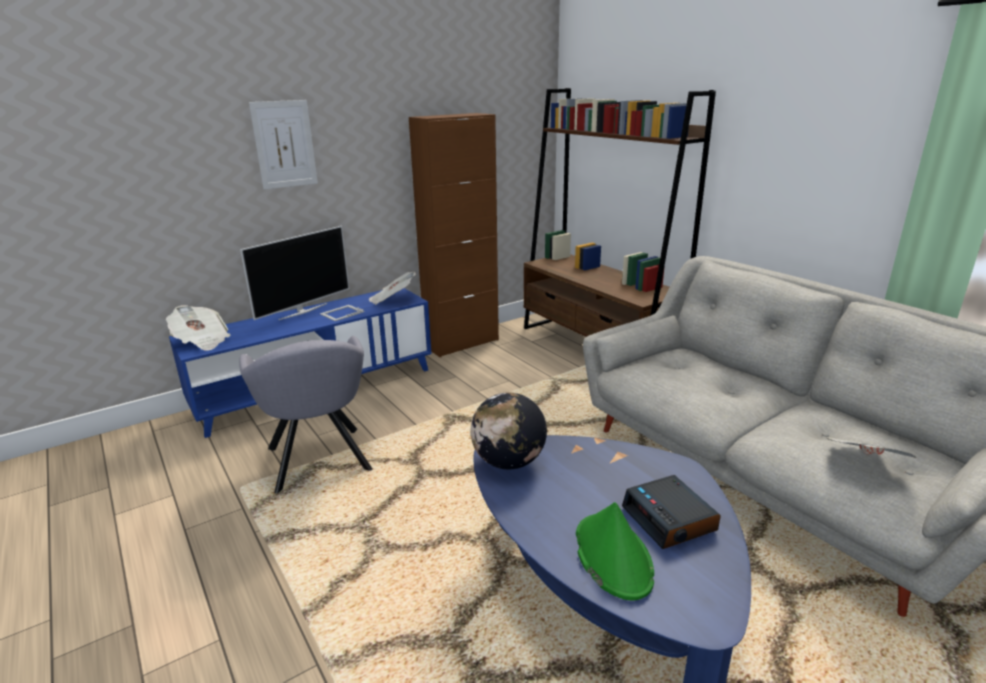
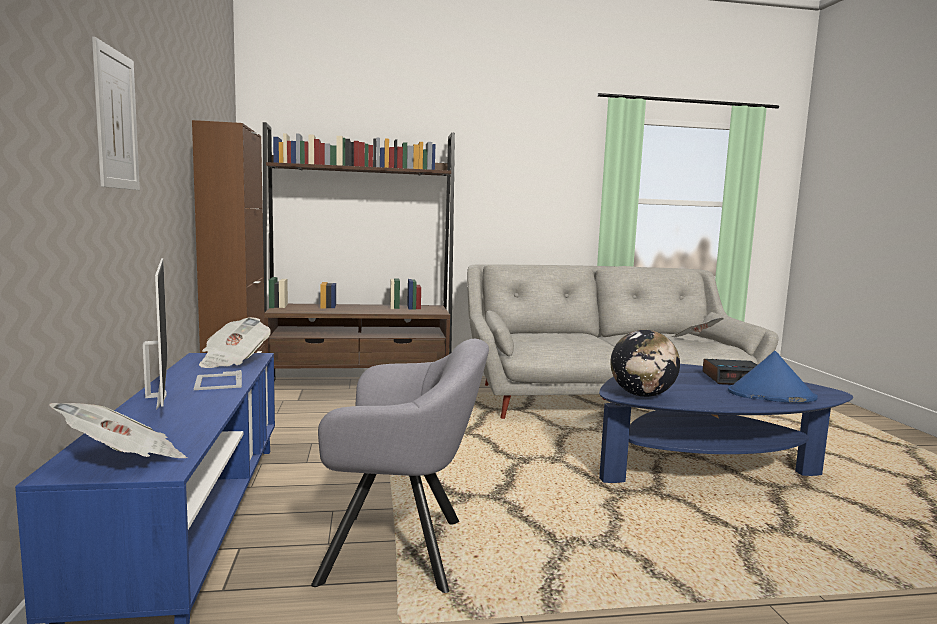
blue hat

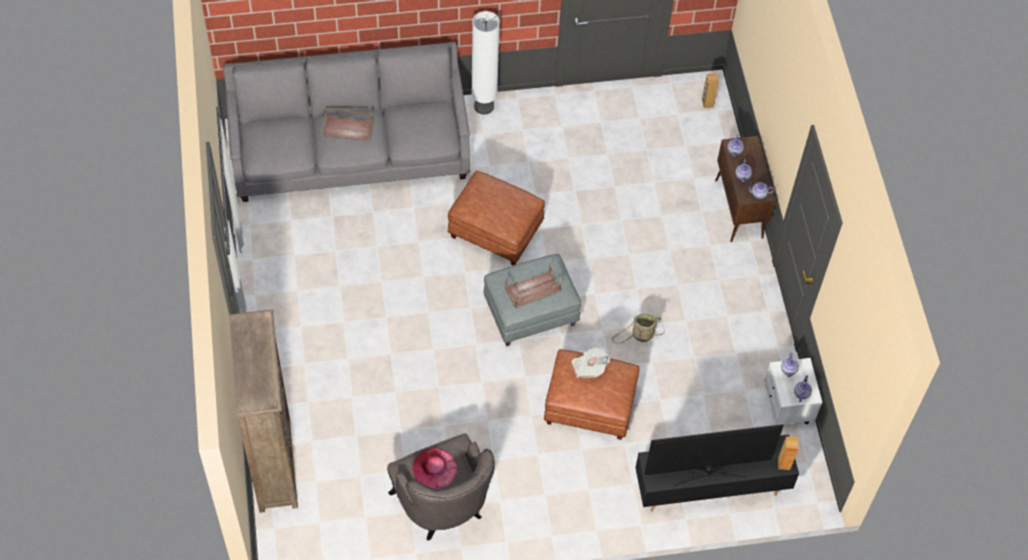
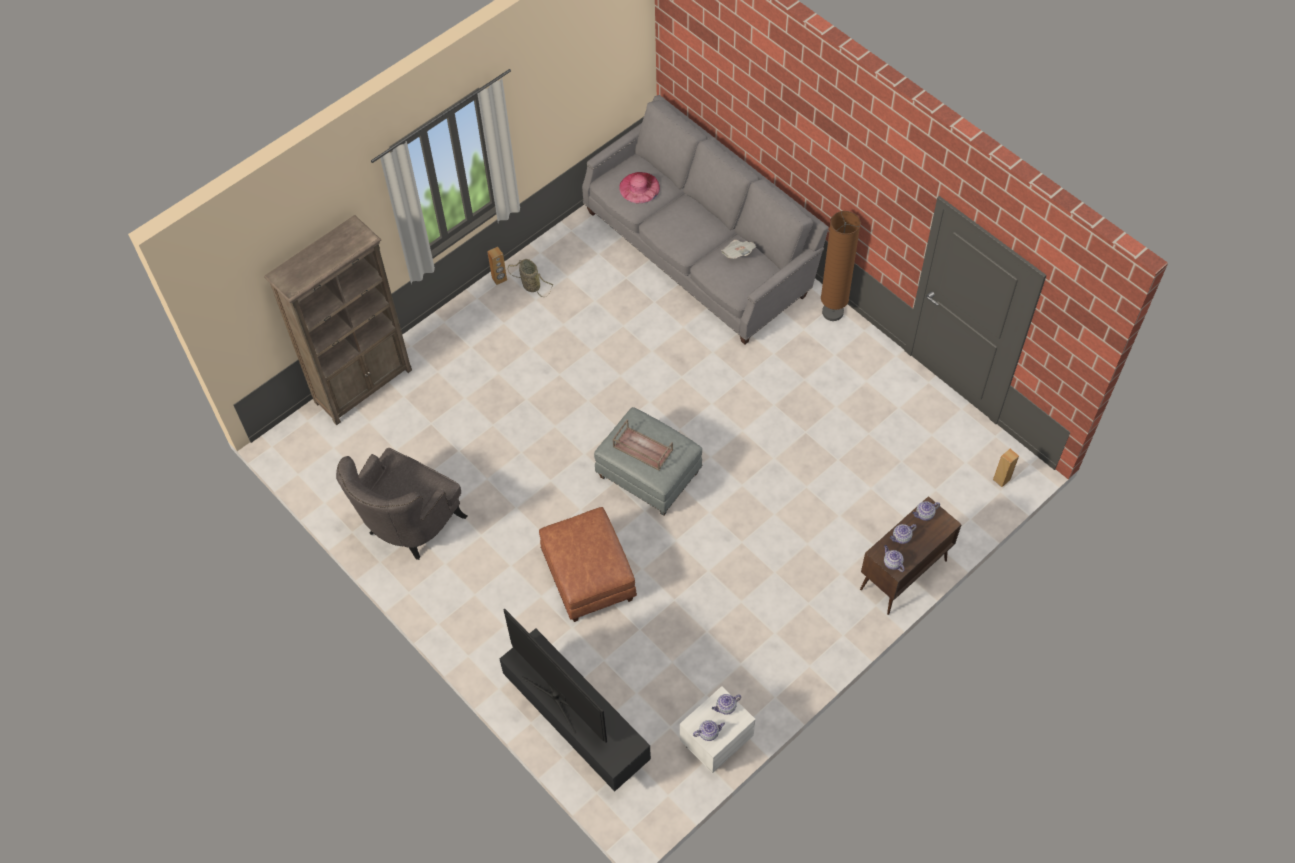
brown speaker (no. 1 from left)
basket
pink hat
newspaper
brown floor lamp
brown tray (no. 1 from left in the first image)
brown ottoman (no. 1 from left in the first image)

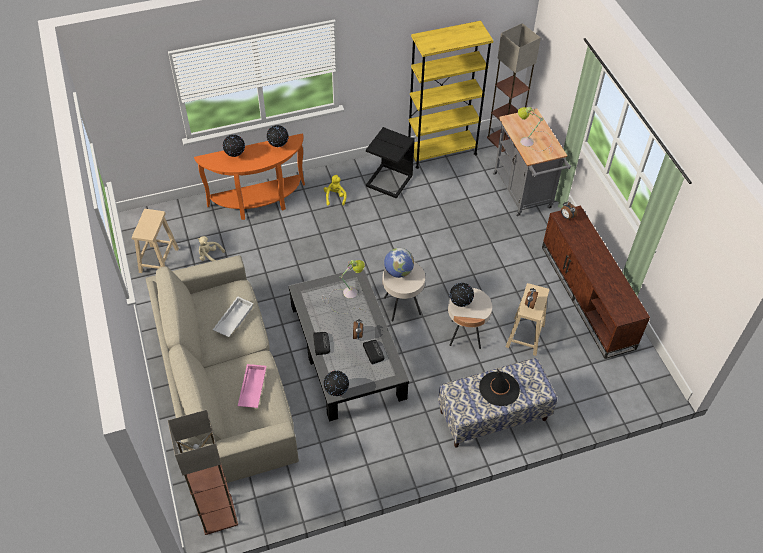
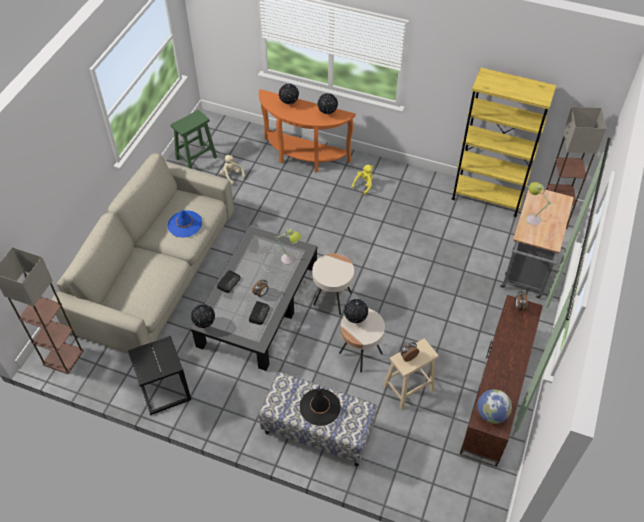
black side table
blue hat
green stool
globe (no. 5 from left)
pink tray

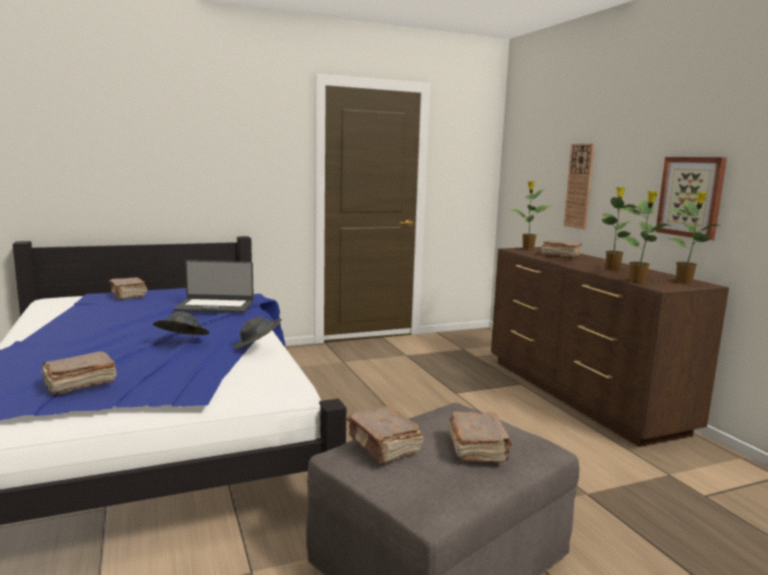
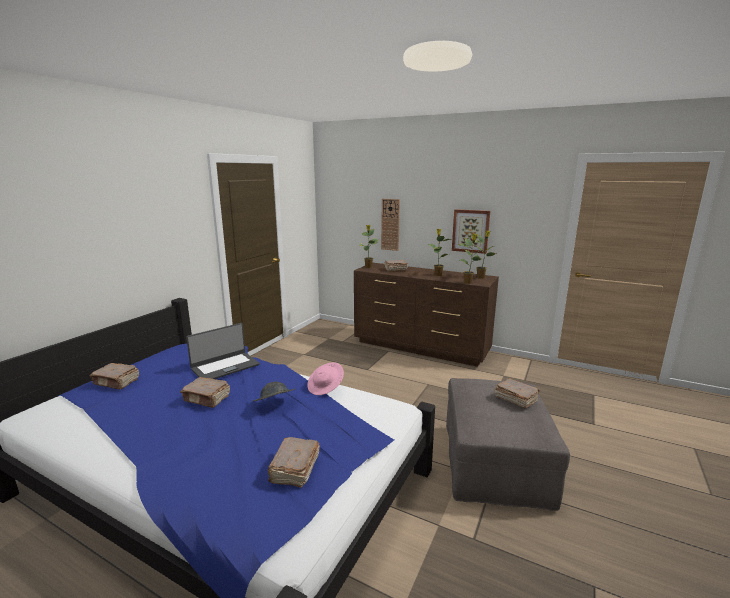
brown book (no. 2 from left)
pink hat

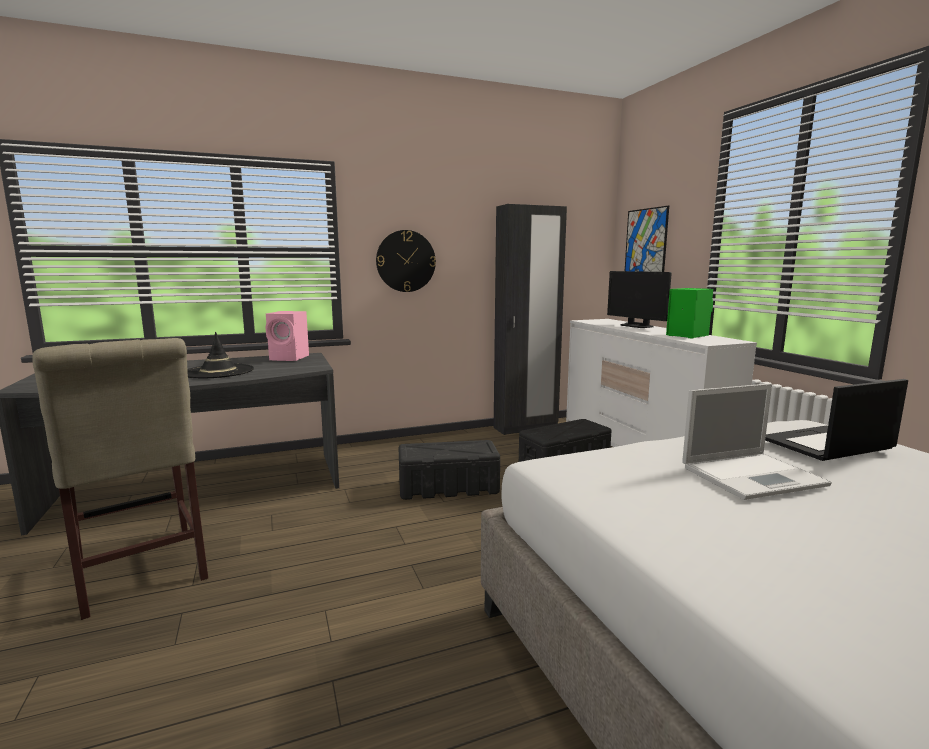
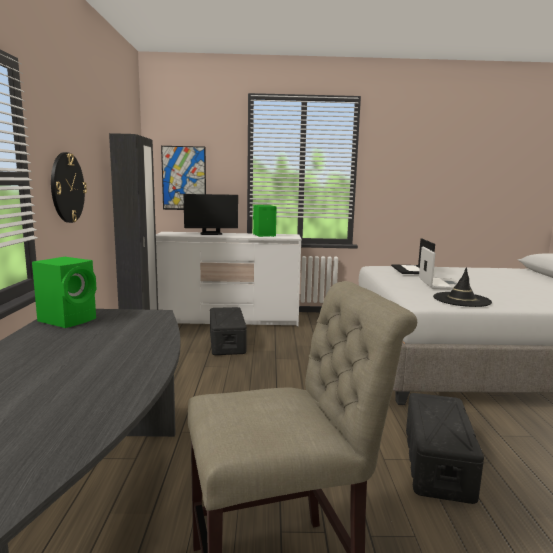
green speaker (no. 1 from left)
black storage box (no. 2 from left)
black hat

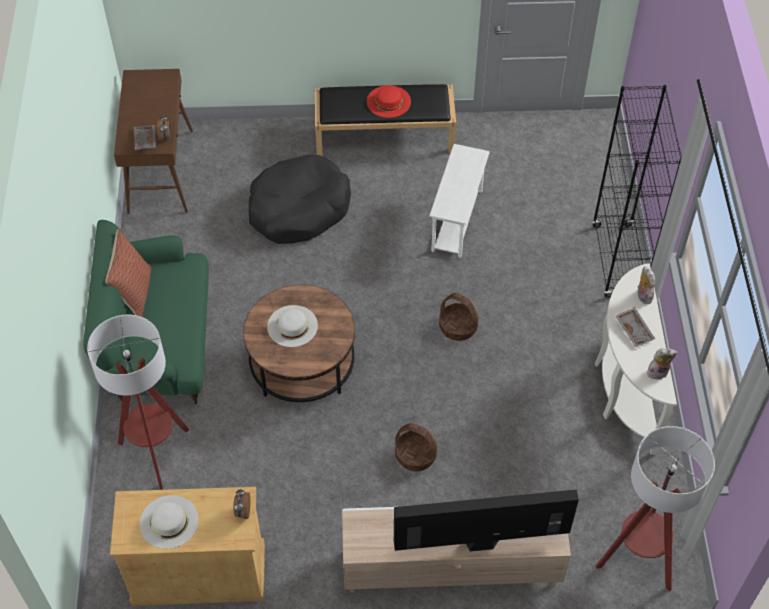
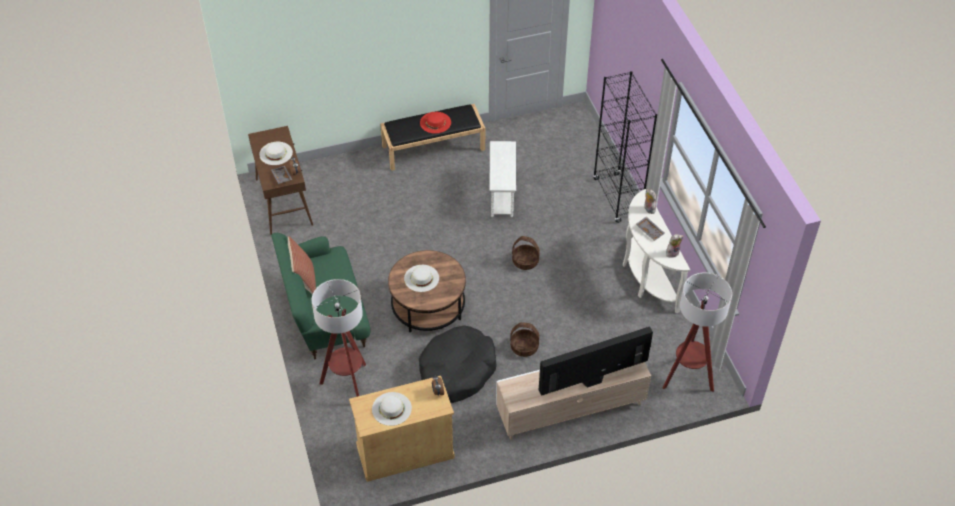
white hat (no. 1 from left)
black dog bed

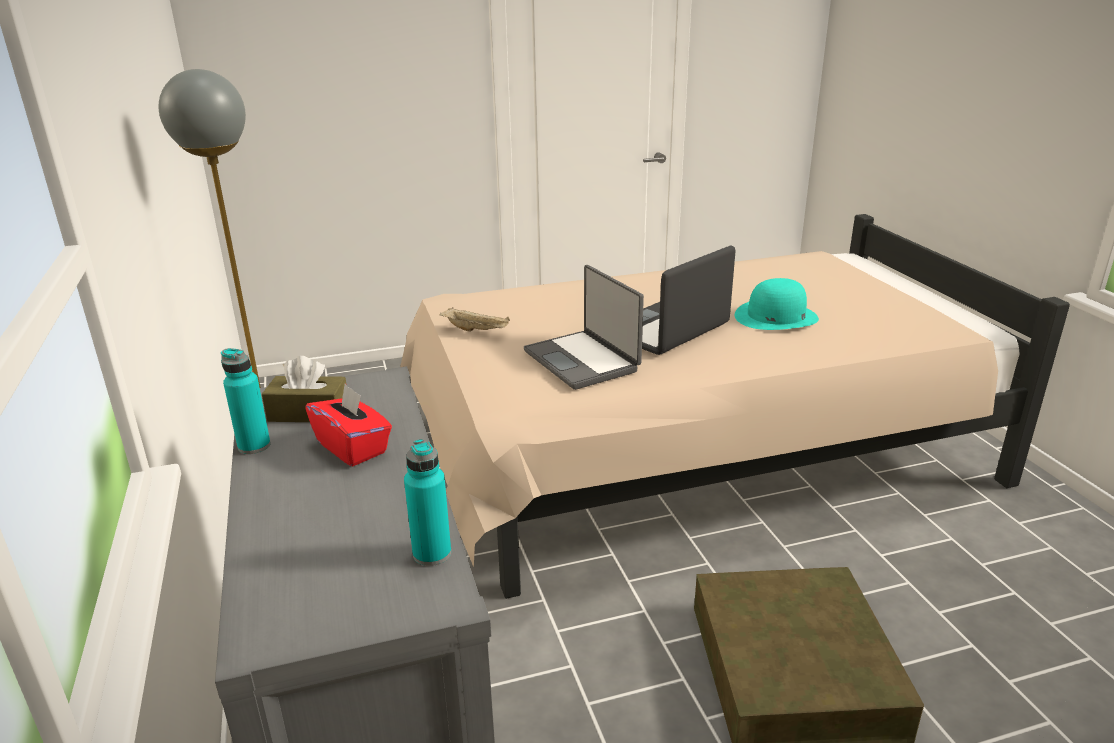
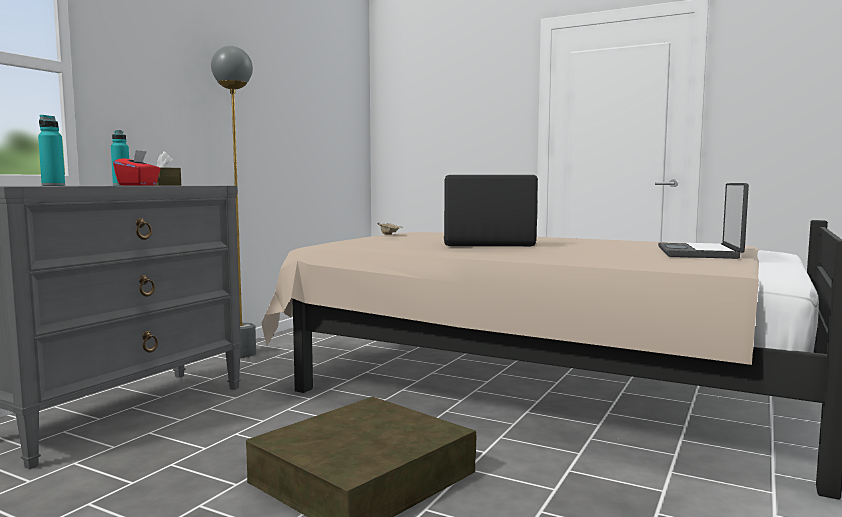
laptop (no. 2 from left)
turquoise hat

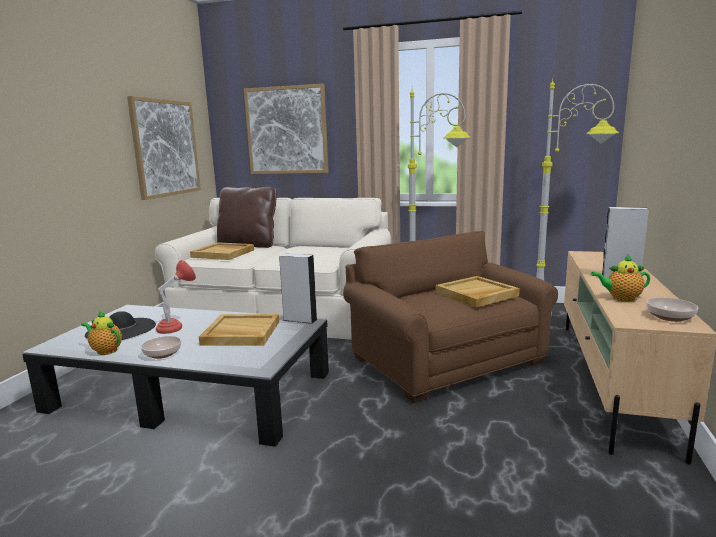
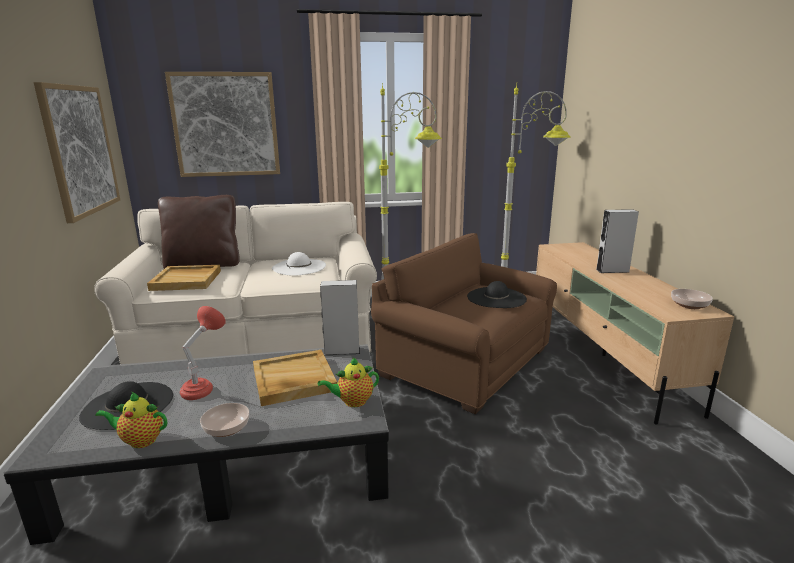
white hat
teapot (no. 2 from left)
black hat (no. 2 from left)

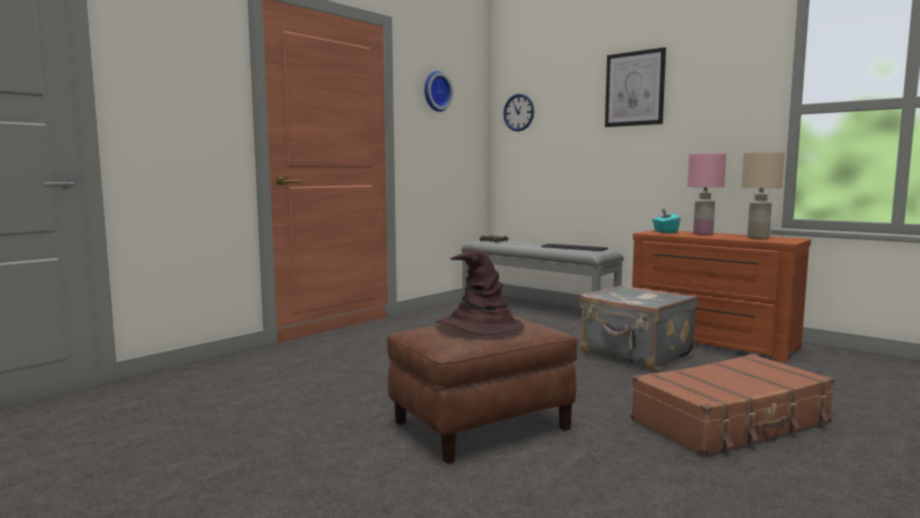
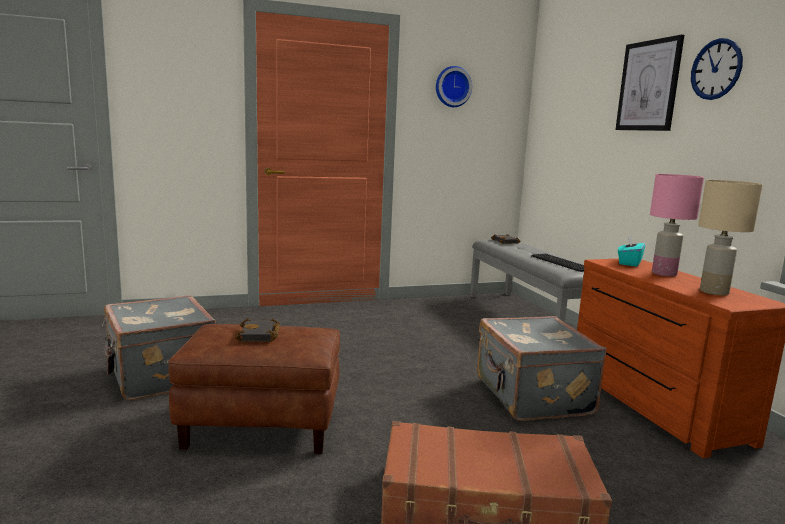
grey suitcase (no. 1 from left)
black book (no. 1 from left)
wall clock (no. 2 from left)

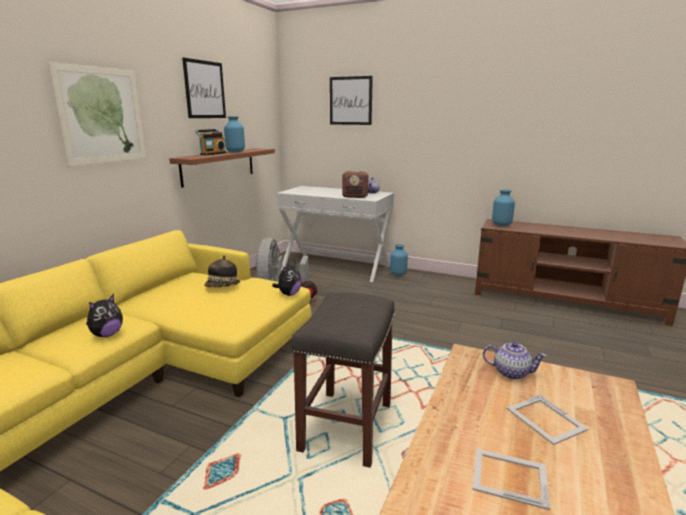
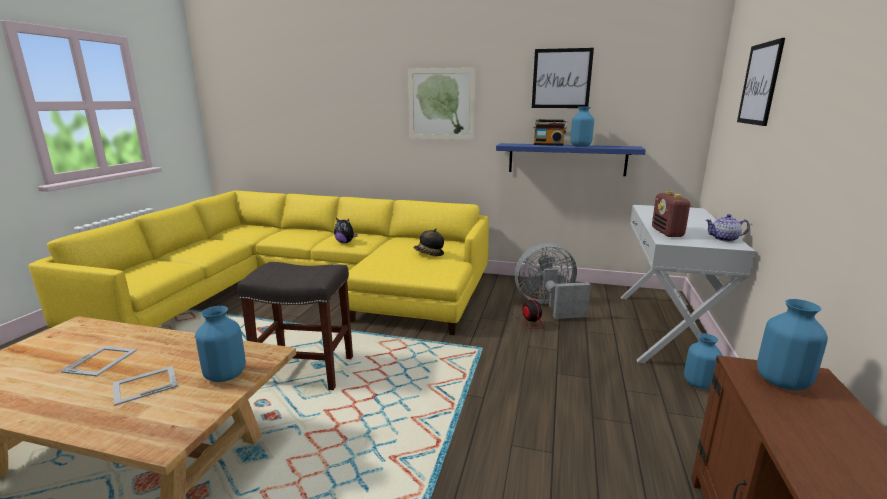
blue vase (no. 1 from left)
blue shelf
plush toy (no. 2 from left in the first image)

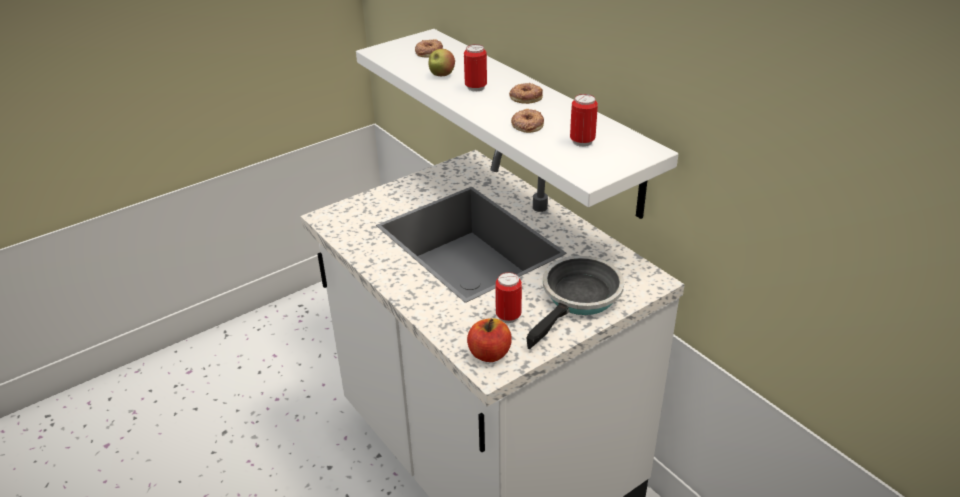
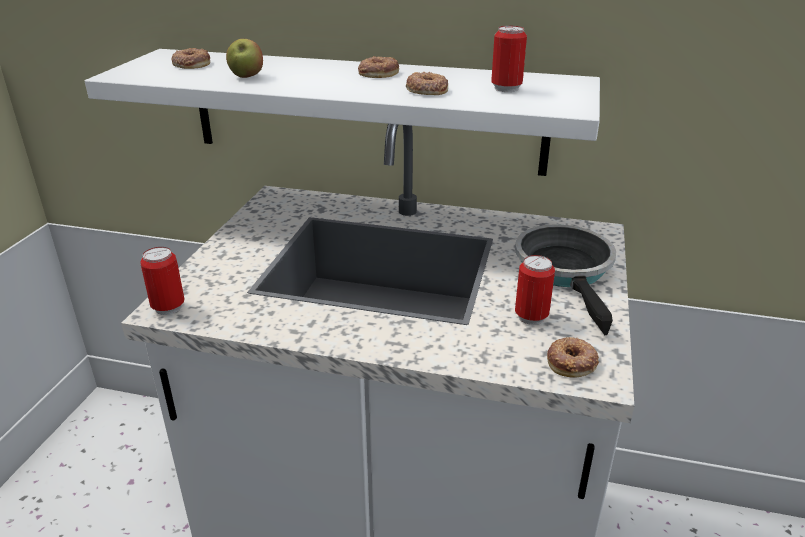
can (no. 1 from left)
donut (no. 4 from left)

